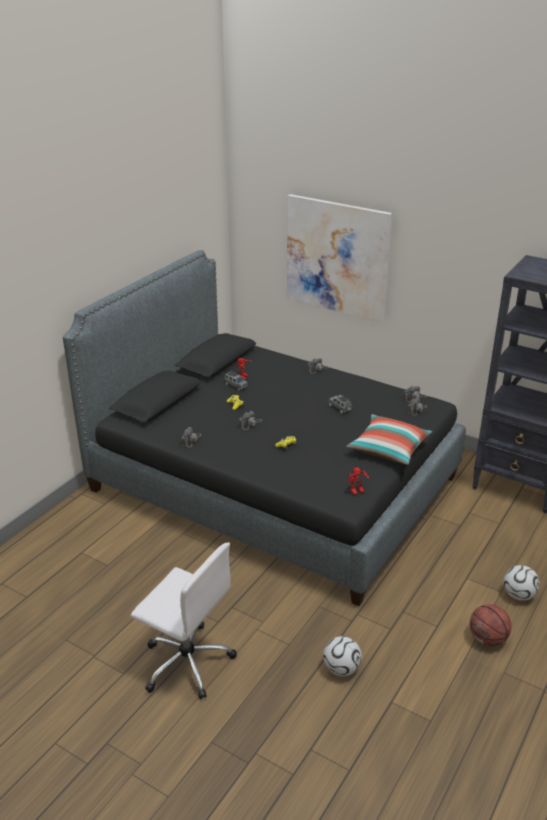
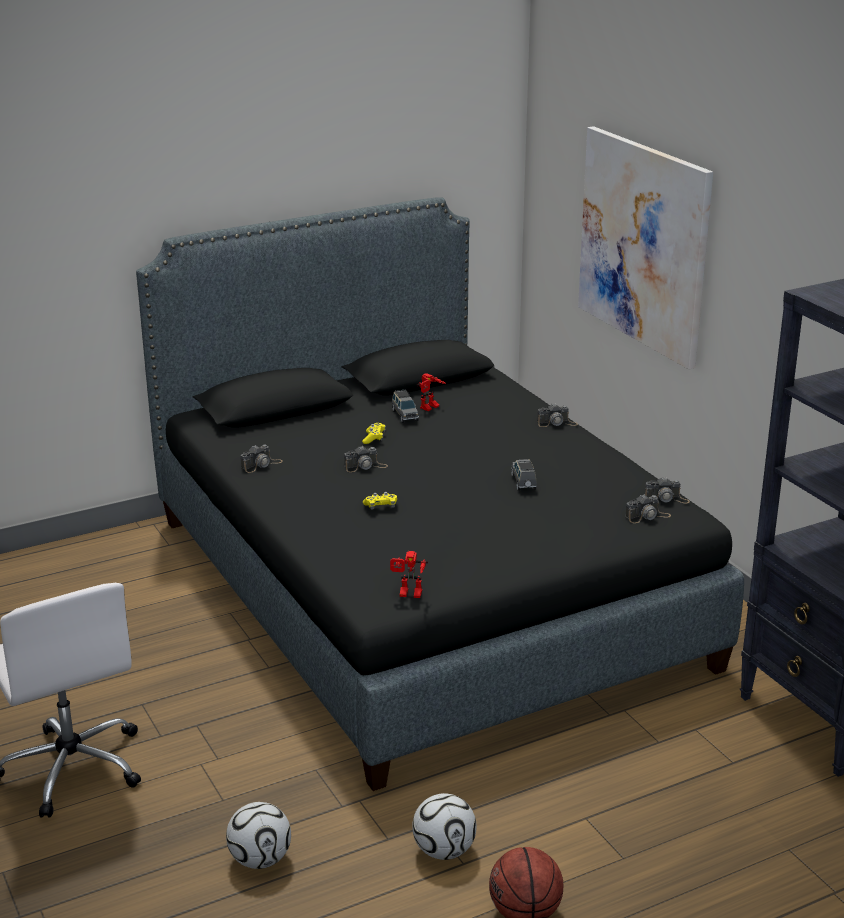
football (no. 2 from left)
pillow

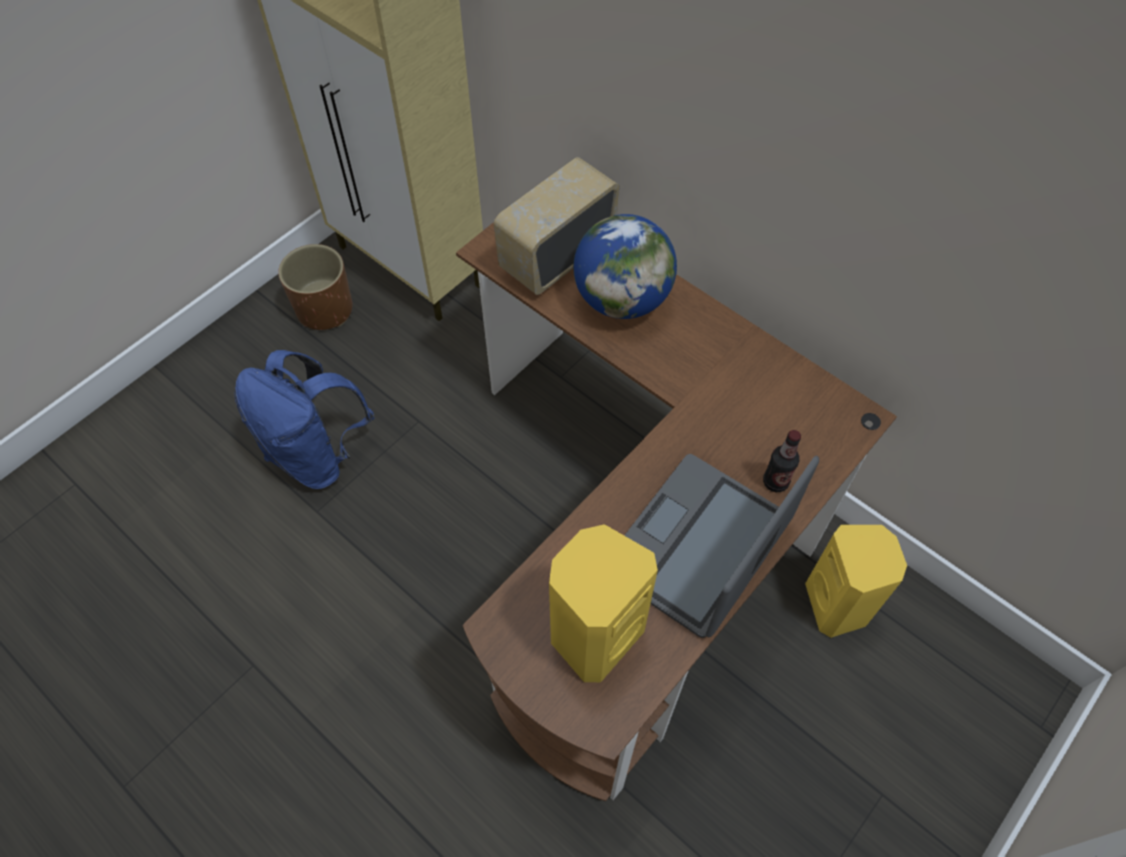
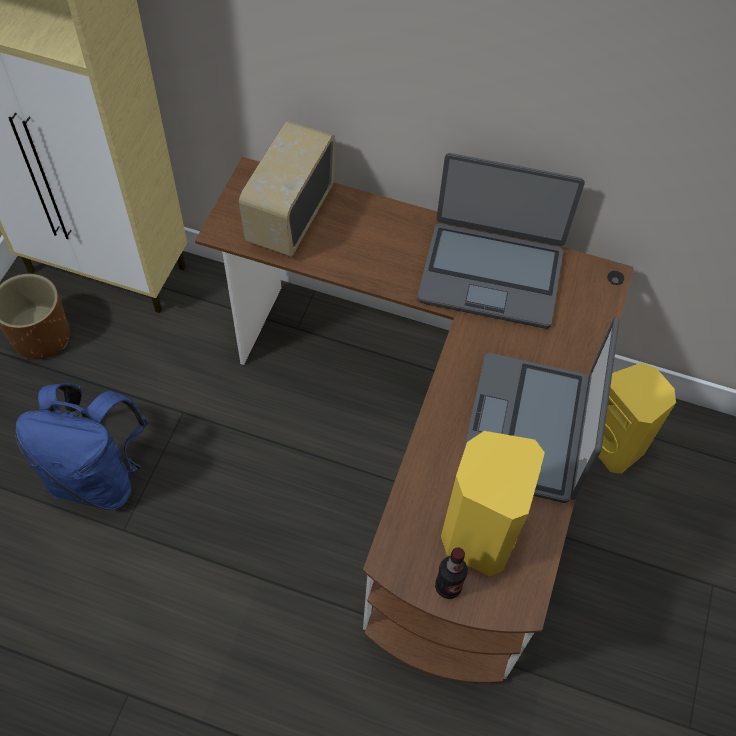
laptop (no. 1 from left)
bottle
globe

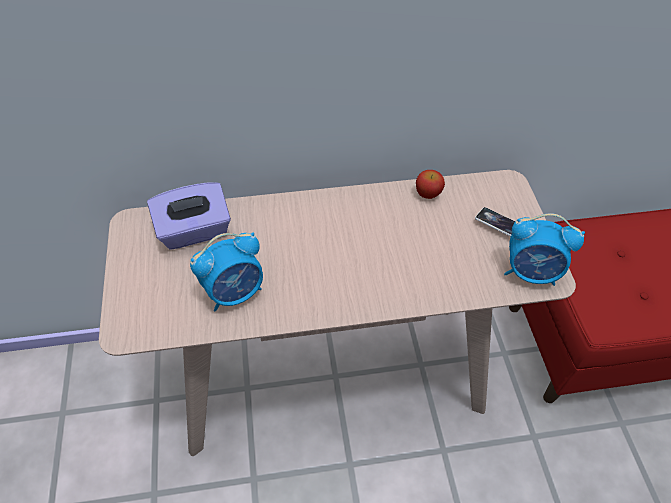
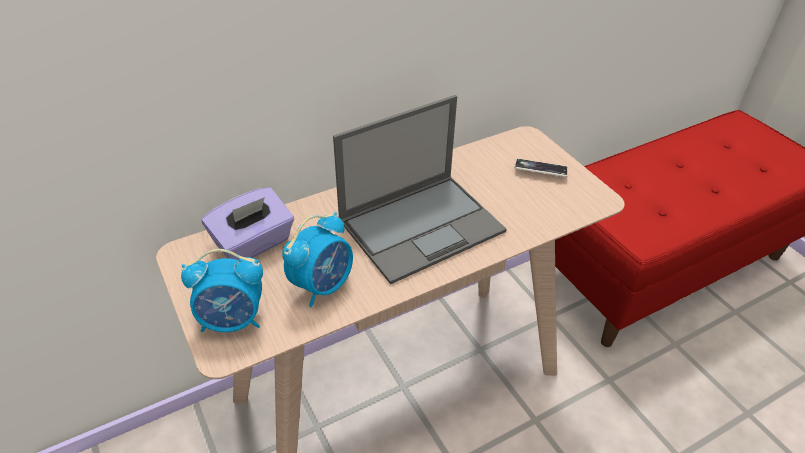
alarm clock (no. 1 from left)
laptop
apple

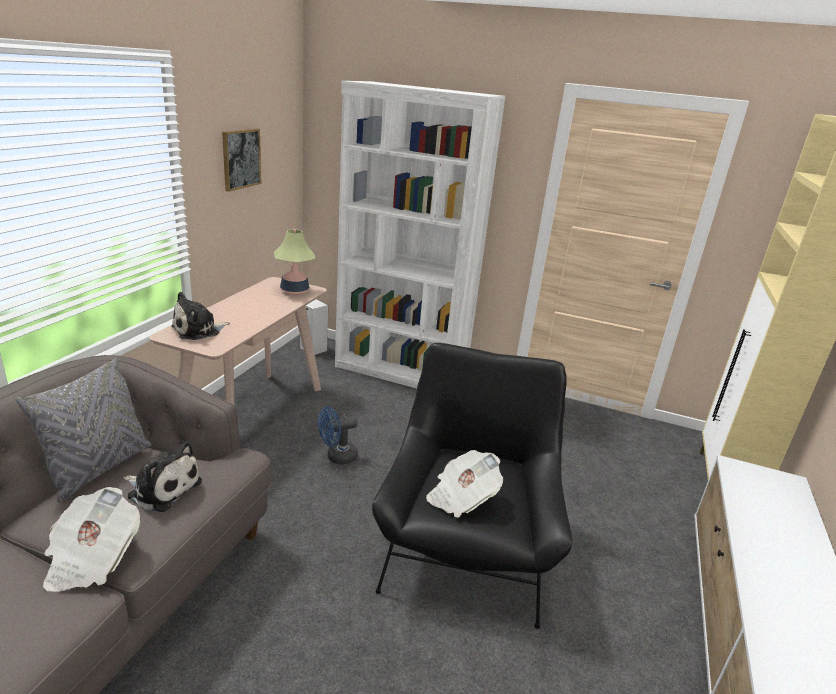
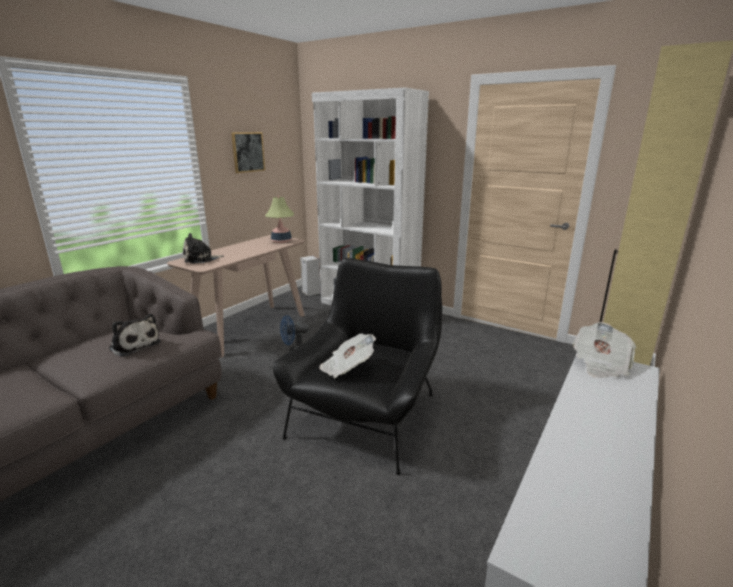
newspaper (no. 2 from left)
grey pillow

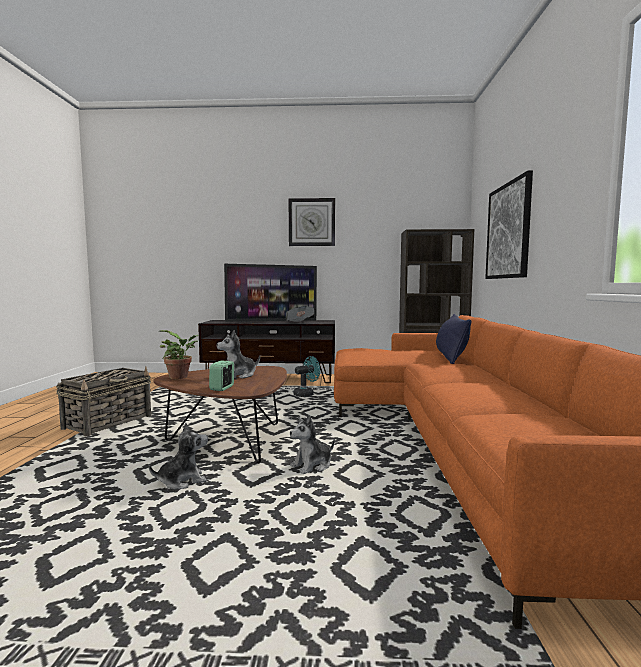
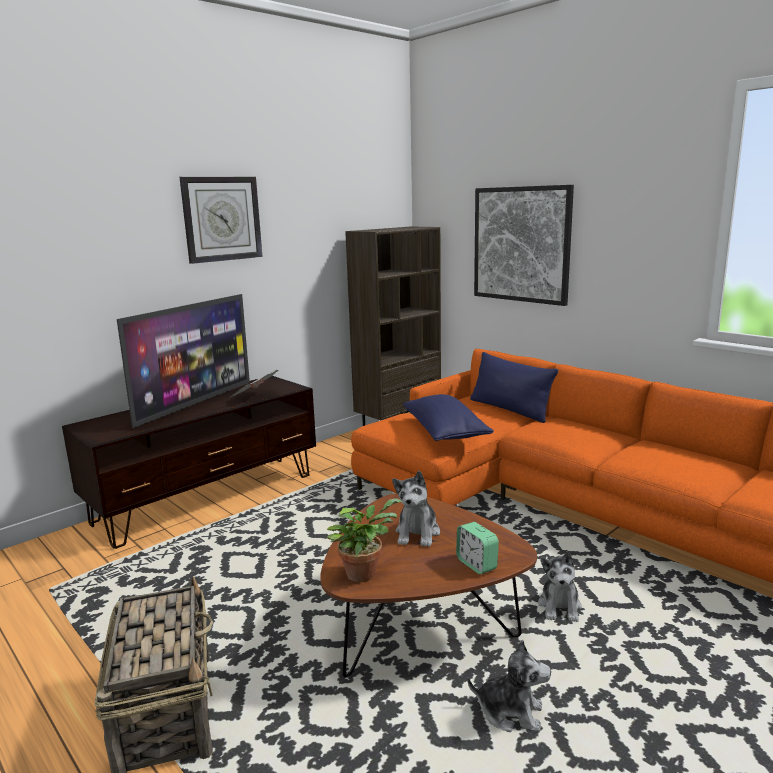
blue pillow (no. 1 from left)
plush toy (no. 2 from left)
turquoise fan

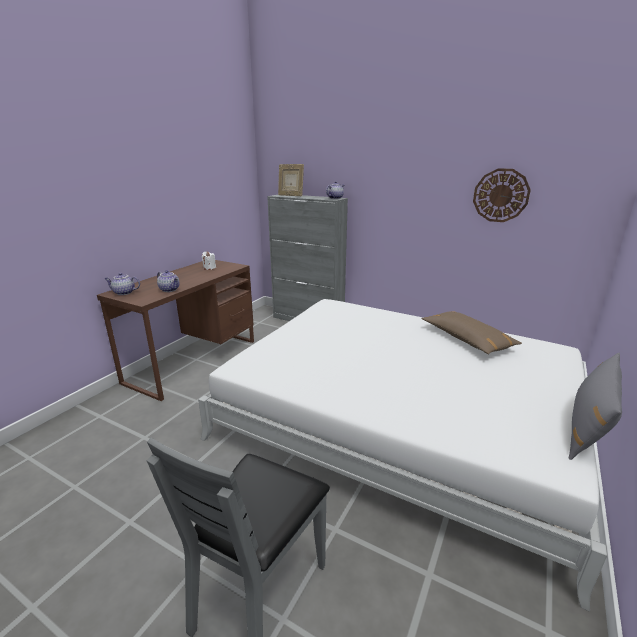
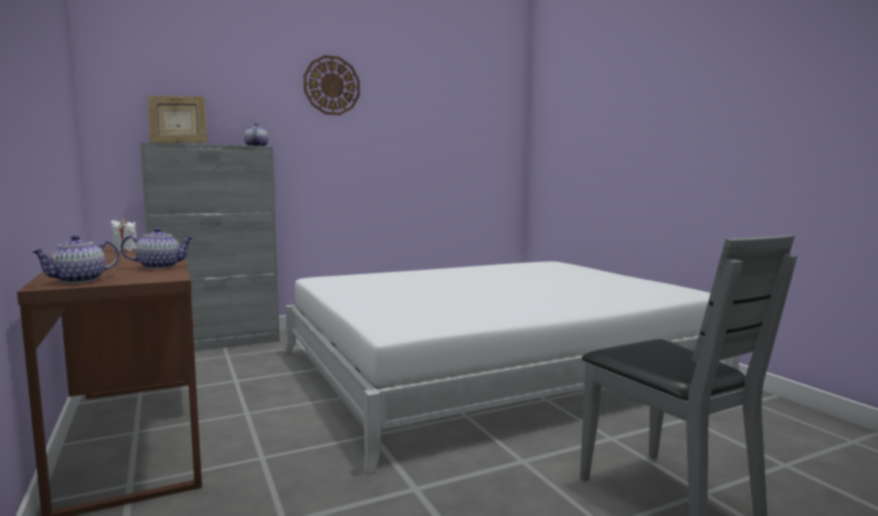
wall clock
brown pillow
grey pillow

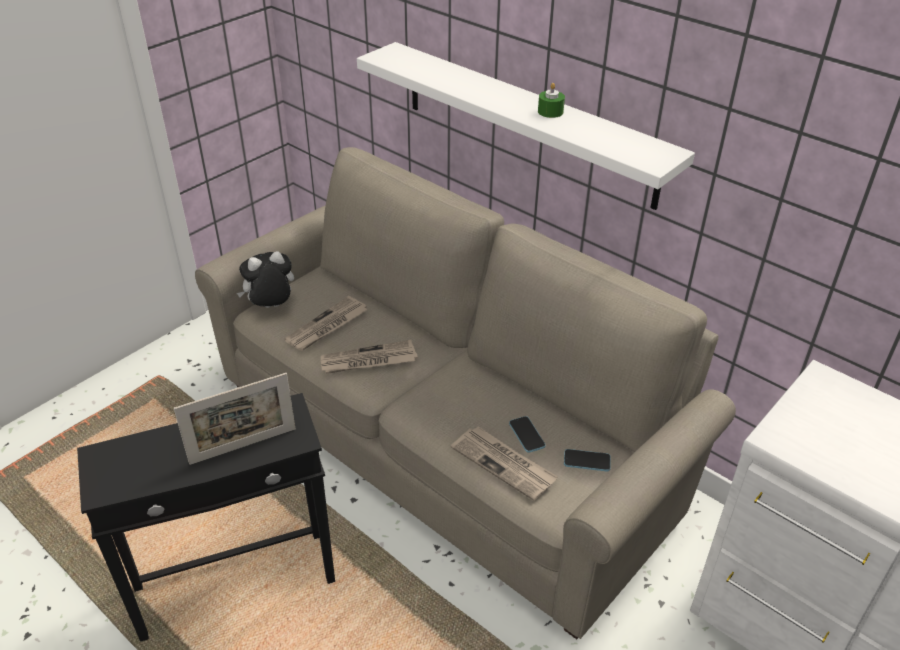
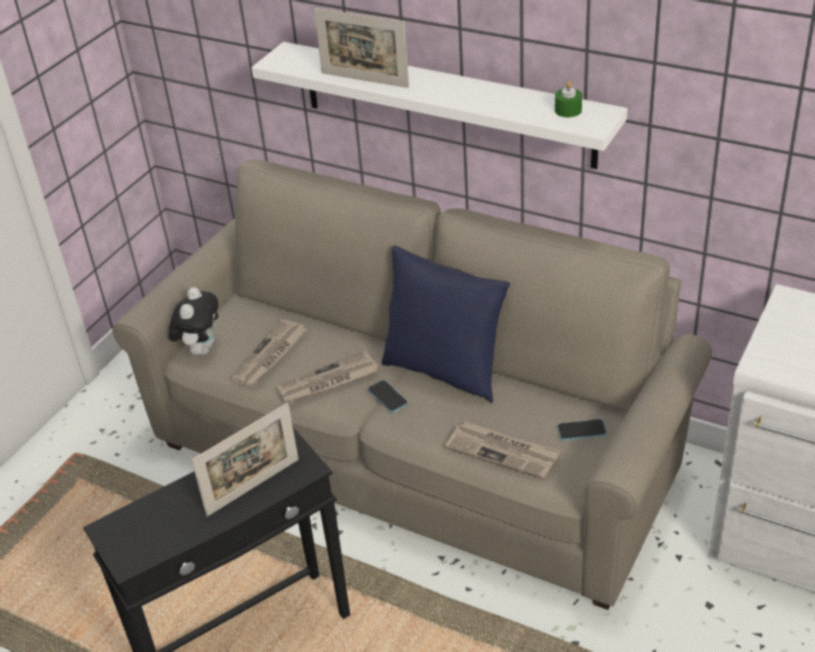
plush toy
picture frame (no. 2 from left)
phone (no. 1 from left)
blue pillow
green candle

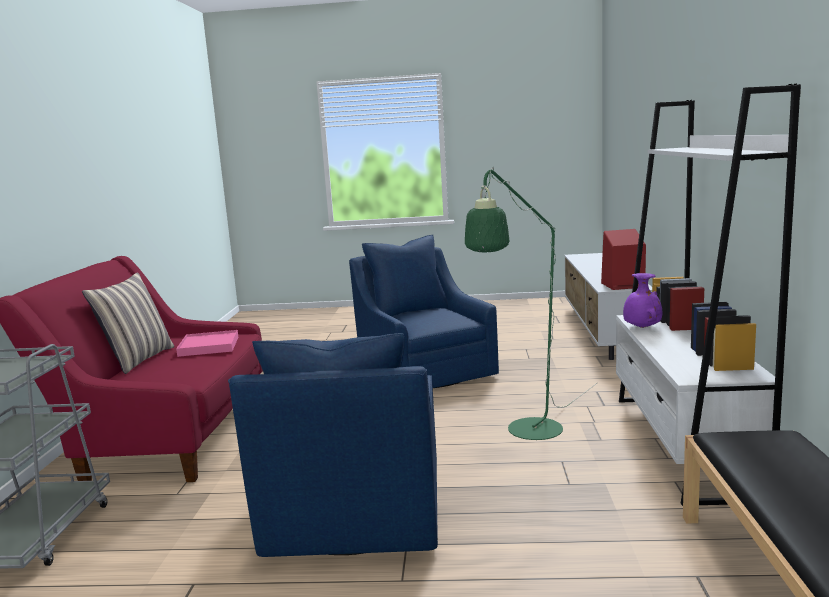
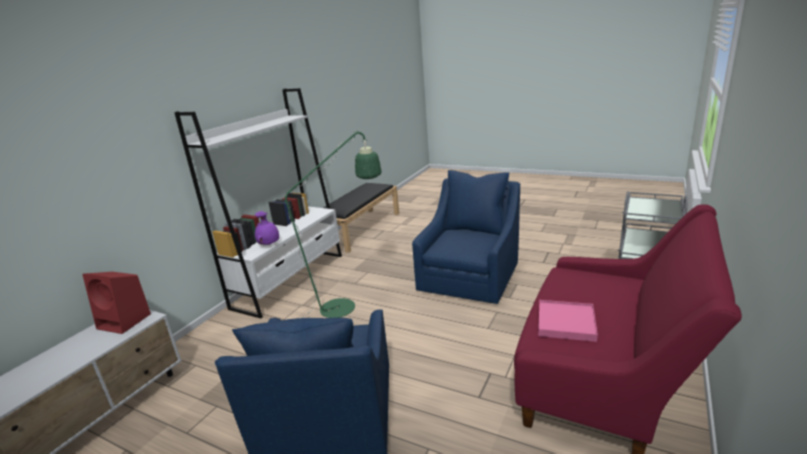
pillow

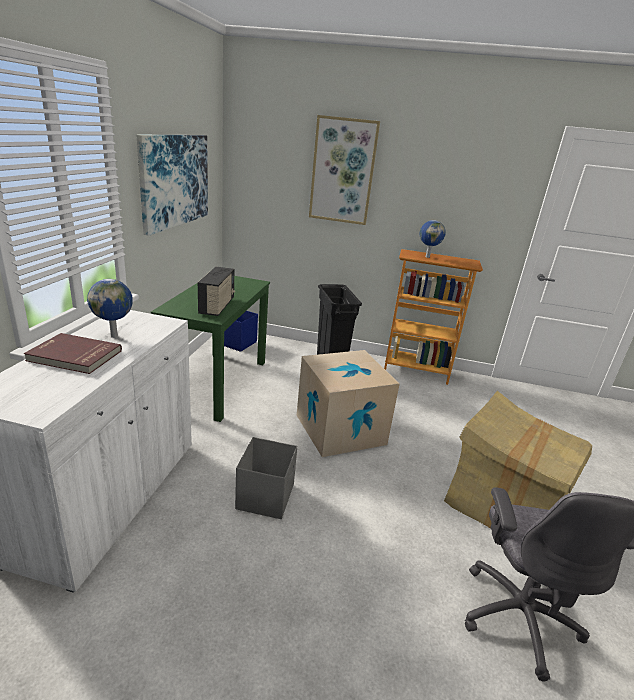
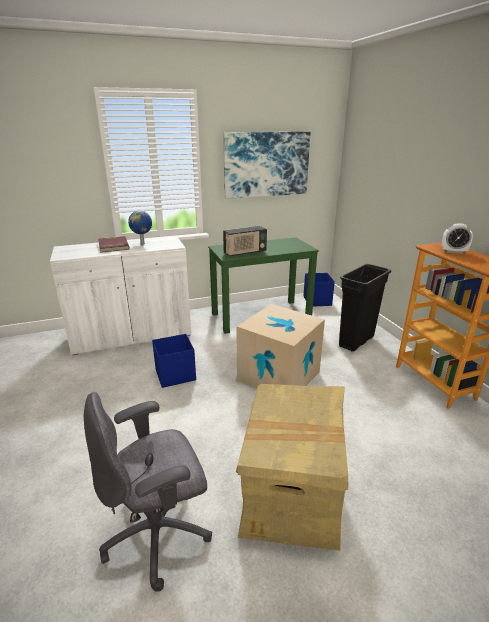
blue storage box (no. 1 from left)
alarm clock
picture (no. 2 from left in the first image)

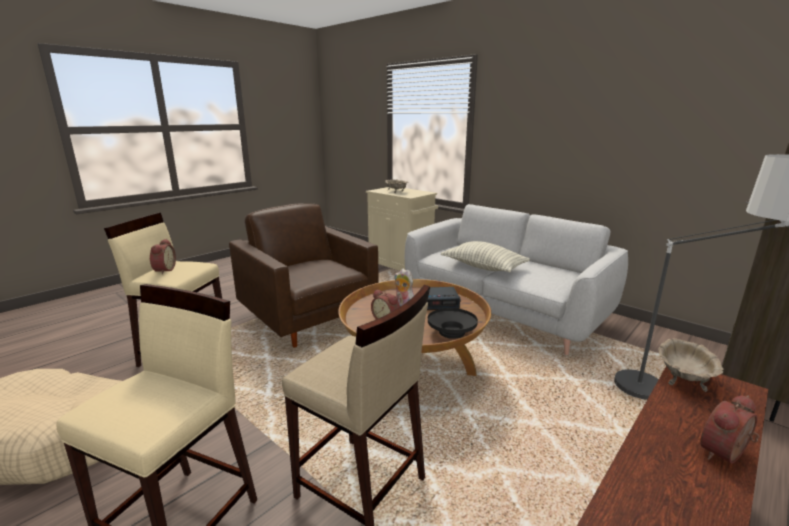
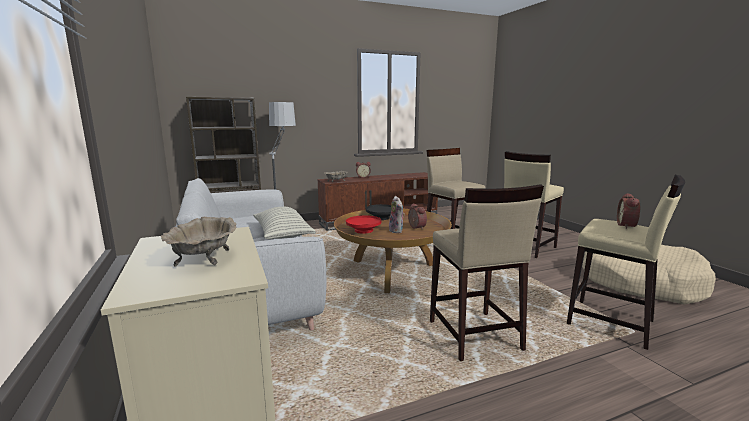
red bowl
beige stool (no. 2 from left)

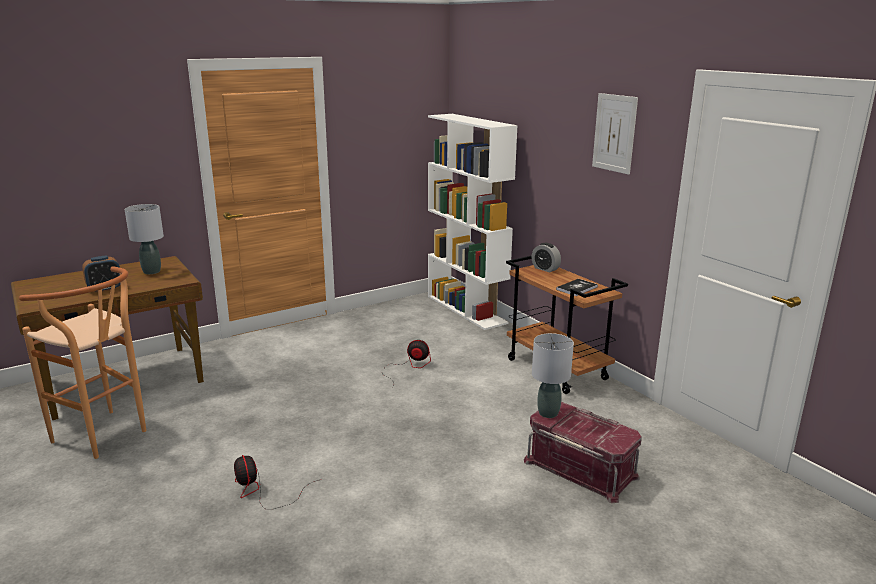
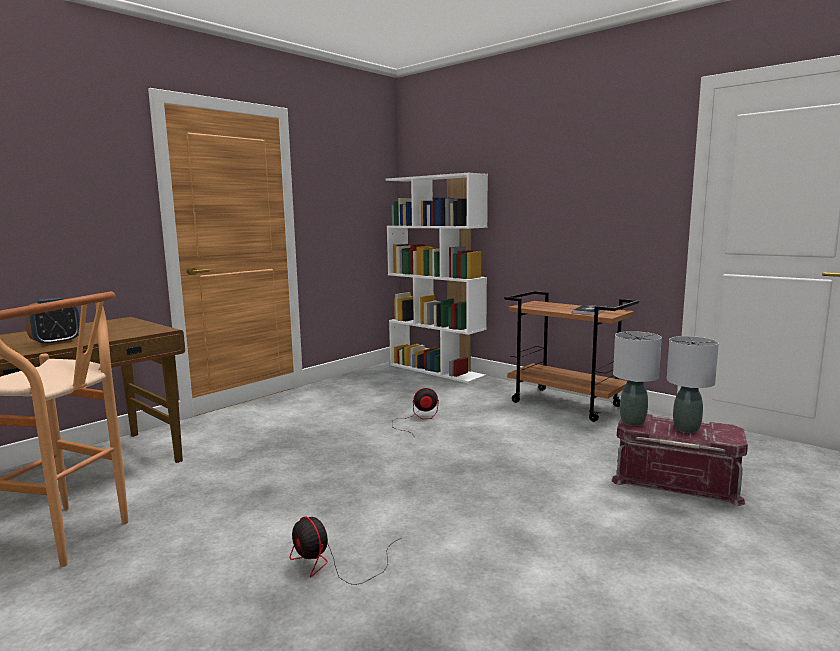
grey table lamp (no. 2 from left)
alarm clock (no. 2 from left in the first image)
picture

